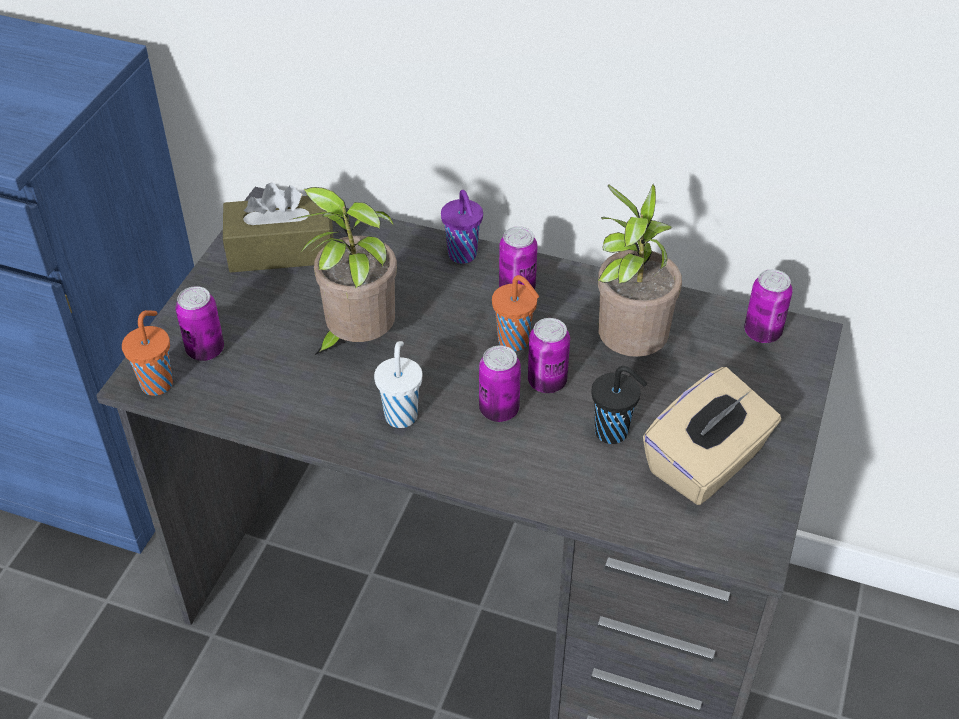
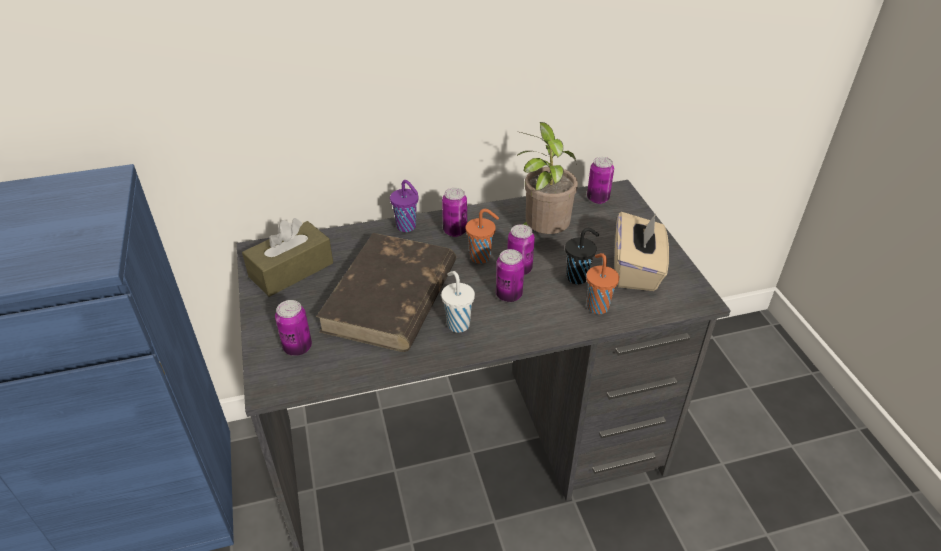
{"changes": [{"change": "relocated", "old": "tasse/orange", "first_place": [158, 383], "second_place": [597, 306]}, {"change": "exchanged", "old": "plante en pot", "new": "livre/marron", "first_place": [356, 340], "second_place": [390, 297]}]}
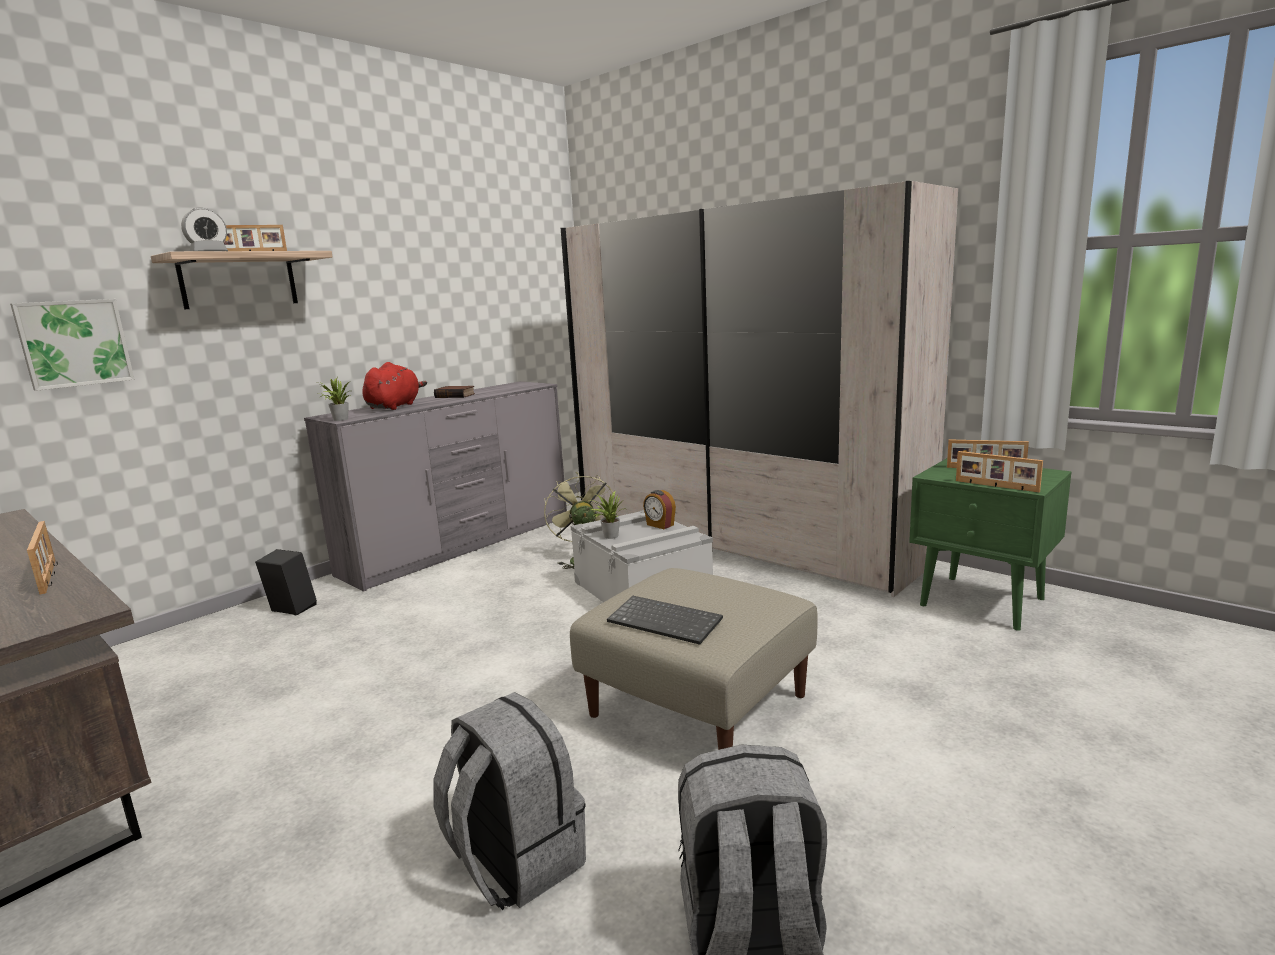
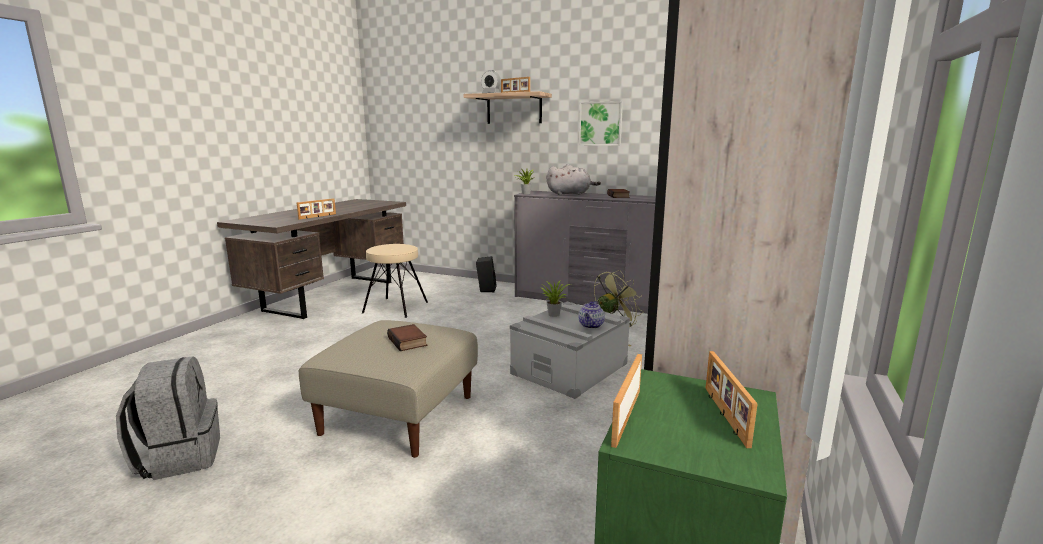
{"changes": [{"change": "relocated", "old": "tableau", "first_place": [74, 343], "second_place": [600, 124]}, {"change": "colour", "old": "peluche/rouge", "new": "peluche/gris", "first_place": [395, 406], "second_place": [570, 194]}, {"change": "missing", "old": "sac à dos/gris", "first_place": [514, 861]}, {"change": "missing", "old": "clavier", "first_place": [666, 621]}, {"change": "exchanged", "old": "réveil", "new": "théière", "first_place": [659, 525], "second_place": [591, 326]}, {"change": "appeared", "new": "tabouret/beige", "second_place": [396, 307]}, {"change": "appeared", "new": "livre", "second_place": [409, 341]}]}
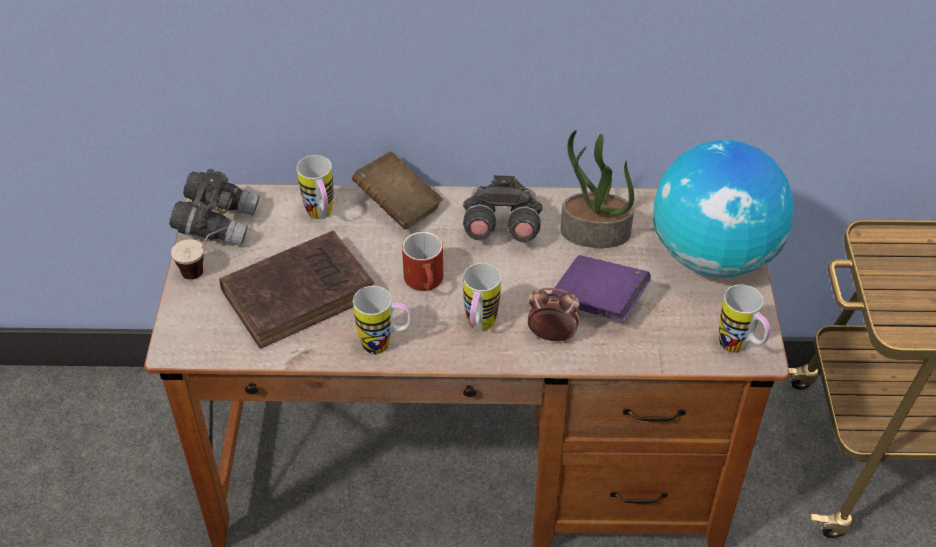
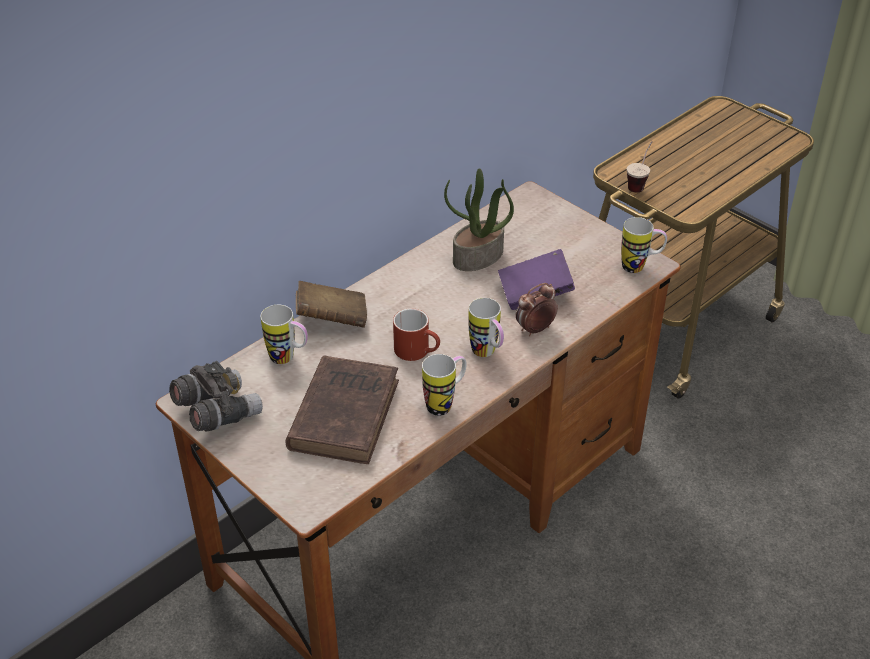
{"changes": [{"change": "relocated", "old": "tasse", "first_place": [205, 270], "second_place": [639, 183]}, {"change": "missing", "old": "jumelles/gris", "first_place": [501, 228]}, {"change": "missing", "old": "globe", "first_place": [712, 257]}]}
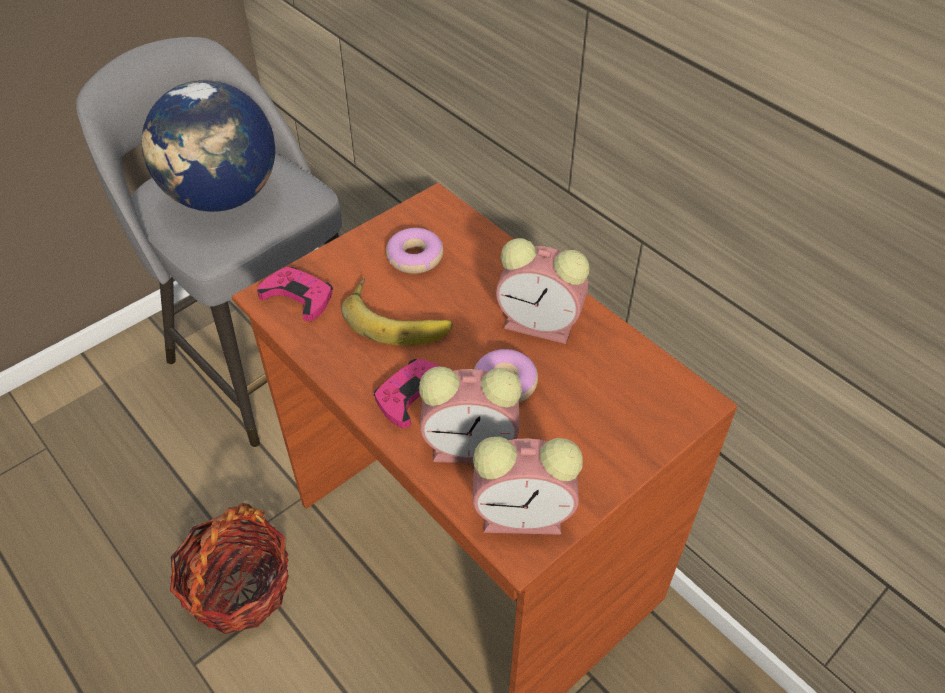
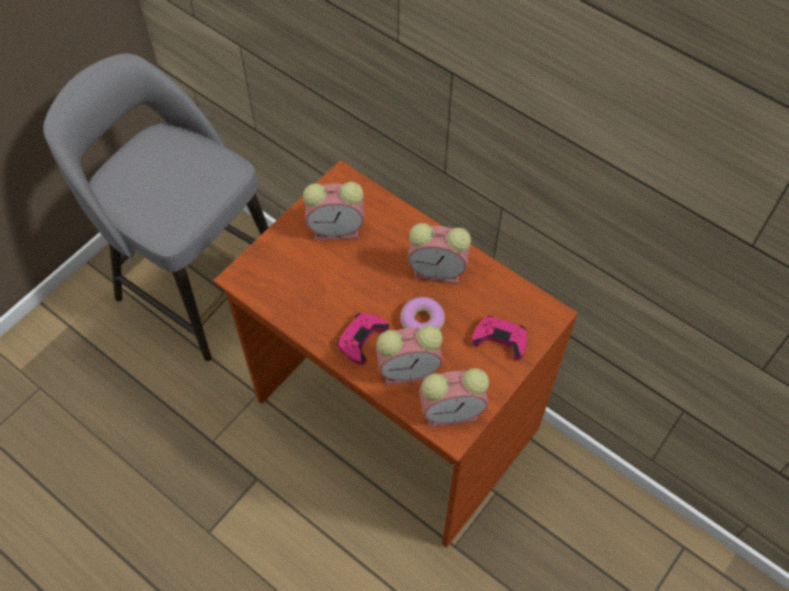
{"changes": [{"change": "missing", "old": "globe", "first_place": [223, 197]}, {"change": "missing", "old": "panier", "first_place": [239, 587]}, {"change": "relocated", "old": "manette/rose", "first_place": [298, 297], "second_place": [500, 339]}, {"change": "missing", "old": "banane", "first_place": [398, 317]}, {"change": "exchanged", "old": "beignet", "new": "réveil", "first_place": [414, 257], "second_place": [338, 229]}]}
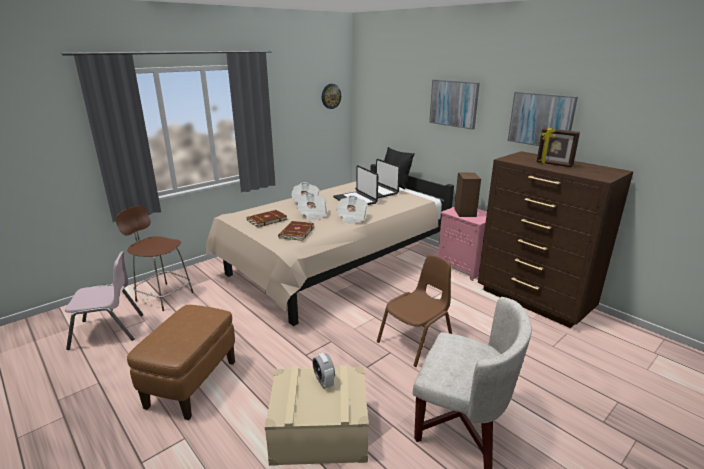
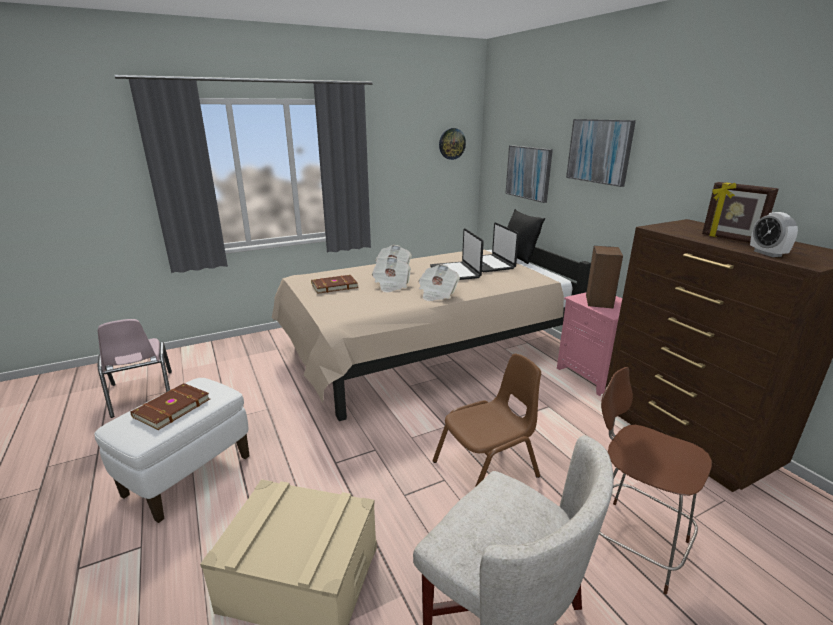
{"changes": [{"change": "spun", "old": "chaise/rose", "first_place": [108, 331], "second_place": [142, 394], "degrees": 60}, {"change": "relocated", "old": "chaise/marron", "first_place": [163, 296], "second_place": [633, 541]}, {"change": "colour", "old": "pouf/marron", "new": "pouf/blanc", "first_place": [192, 384], "second_place": [189, 475]}, {"change": "relocated", "old": "livre/marron", "first_place": [296, 232], "second_place": [171, 408]}, {"change": "relocated", "old": "réveil", "first_place": [324, 382], "second_place": [767, 253]}, {"change": "relocated", "old": "tableau", "first_place": [541, 120], "second_place": [528, 173]}]}
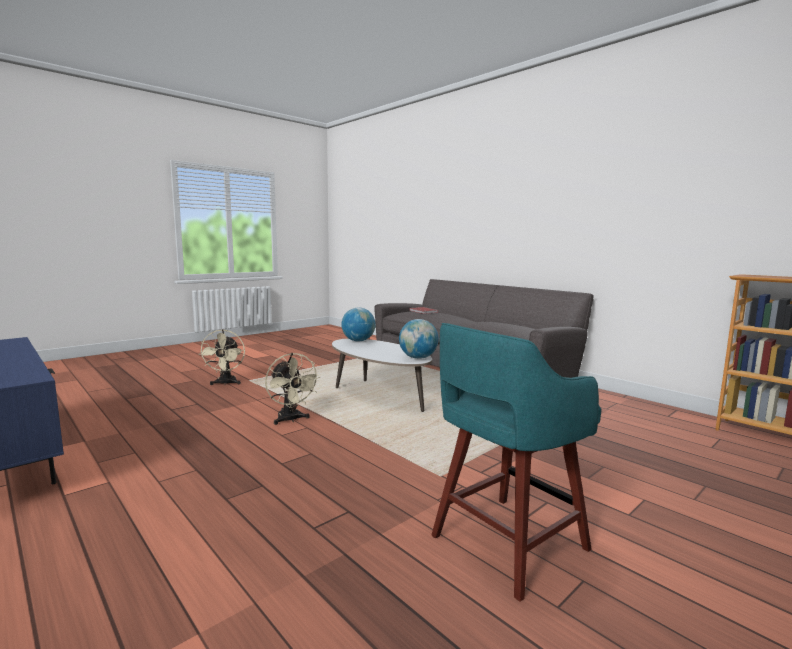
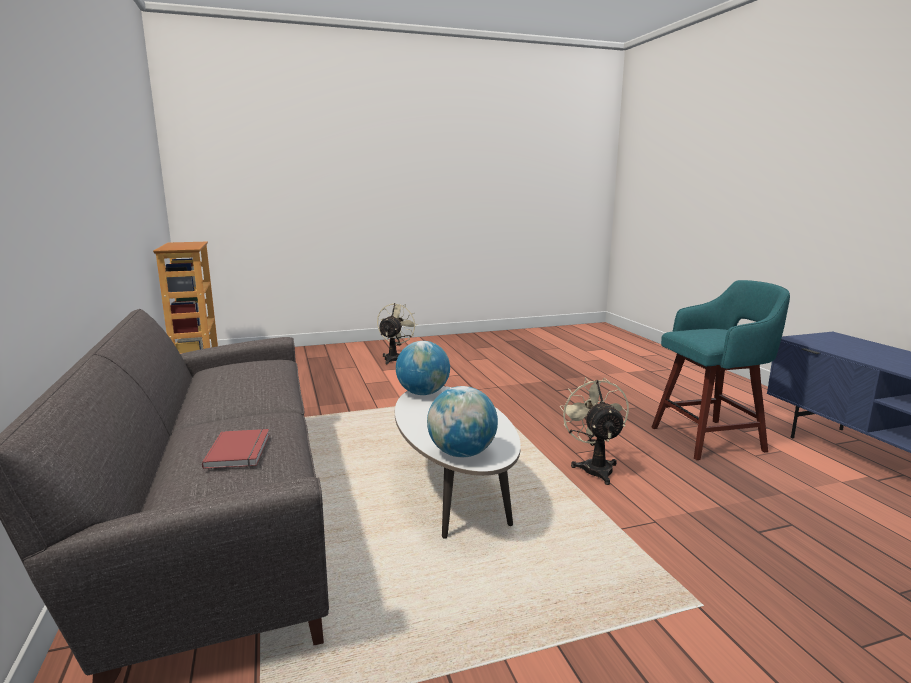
{"changes": [{"change": "relocated", "old": "ventilateur/beige", "first_place": [225, 383], "second_place": [395, 358]}, {"change": "relocated", "old": "tabouret/turquoise", "first_place": [505, 544], "second_place": [710, 439]}]}
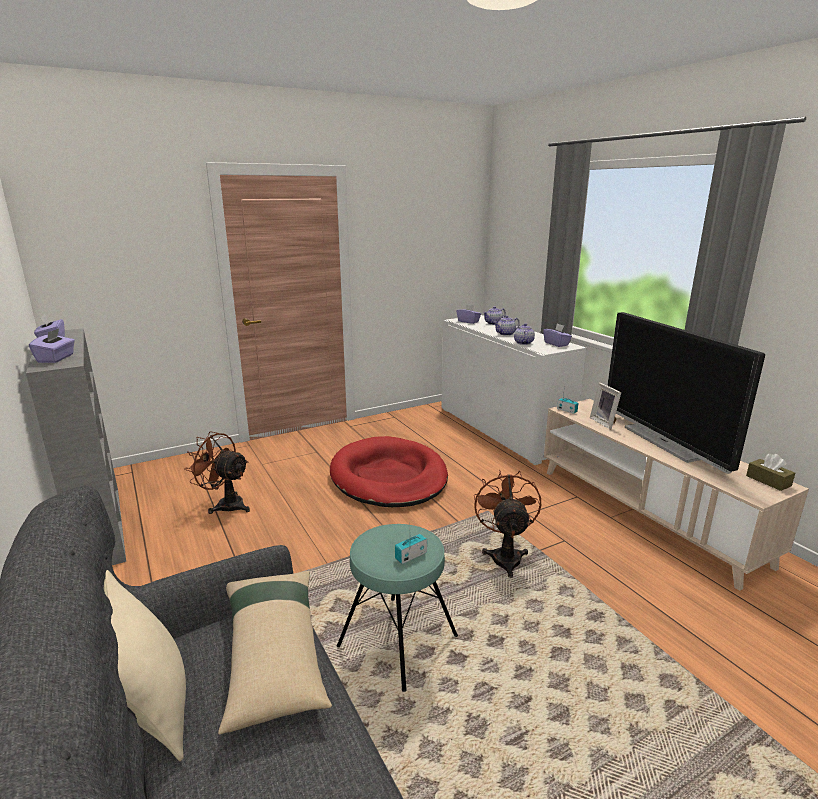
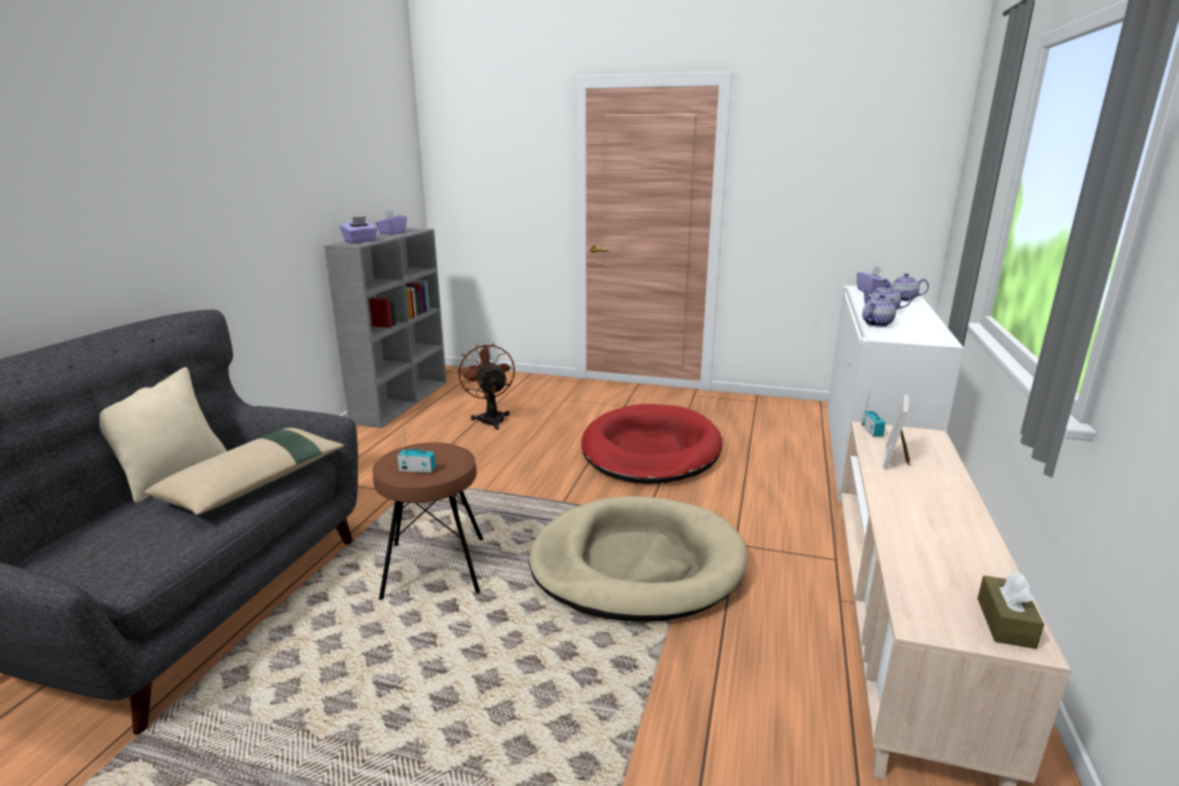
{"changes": [{"change": "colour", "old": "tabouret/turquoise", "new": "tabouret/marron", "first_place": [397, 641], "second_place": [434, 568]}, {"change": "exchanged", "old": "ventilateur/marron", "new": "panier pour chien/beige", "first_place": [505, 555], "second_place": [636, 564]}, {"change": "missing", "old": "boîte à mouchoirs/violet", "first_place": [556, 344]}, {"change": "missing", "old": "téléviseur", "first_place": [664, 442]}]}
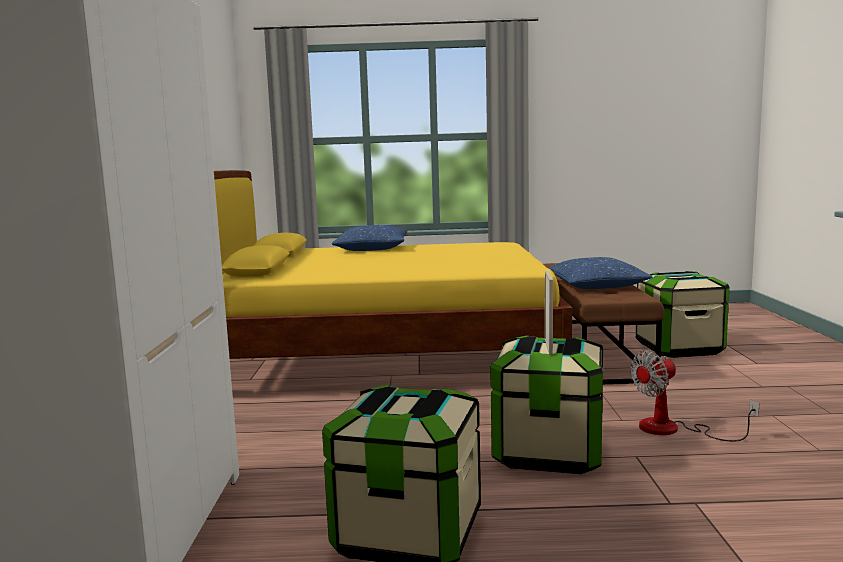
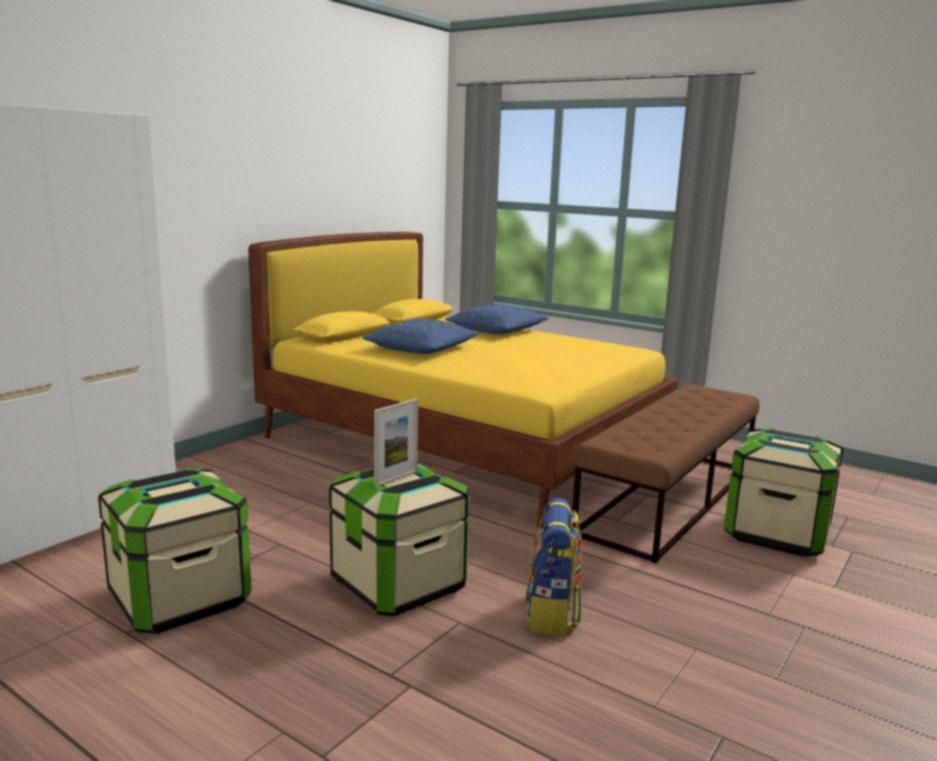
{"changes": [{"change": "relocated", "old": "coussin/bleu", "first_place": [596, 285], "second_place": [421, 349]}, {"change": "exchanged", "old": "ventilateur", "new": "sac à dos", "first_place": [673, 429], "second_place": [552, 615]}]}
